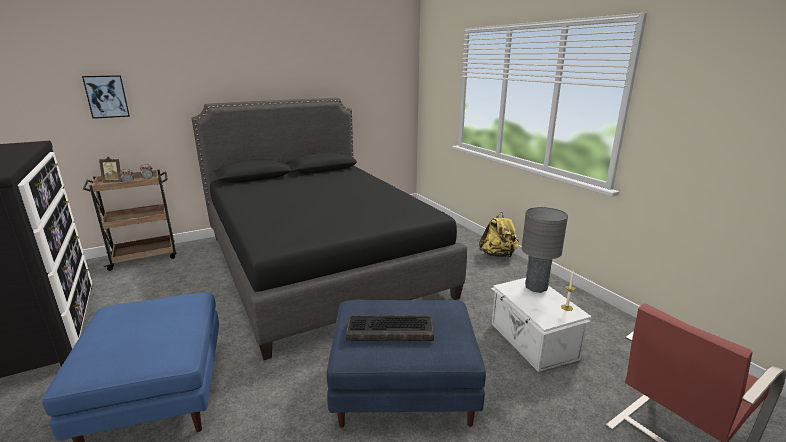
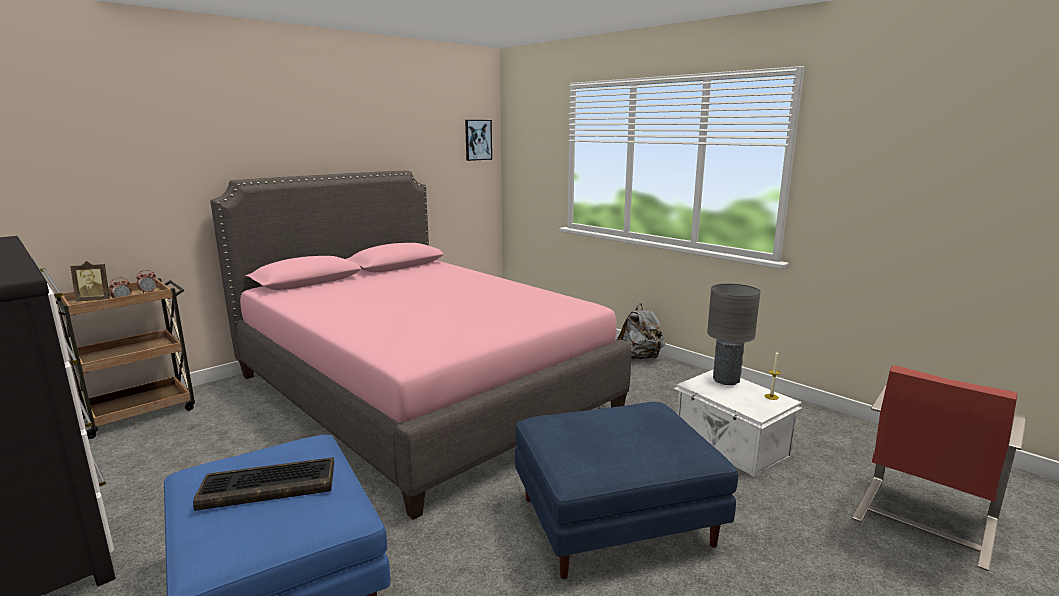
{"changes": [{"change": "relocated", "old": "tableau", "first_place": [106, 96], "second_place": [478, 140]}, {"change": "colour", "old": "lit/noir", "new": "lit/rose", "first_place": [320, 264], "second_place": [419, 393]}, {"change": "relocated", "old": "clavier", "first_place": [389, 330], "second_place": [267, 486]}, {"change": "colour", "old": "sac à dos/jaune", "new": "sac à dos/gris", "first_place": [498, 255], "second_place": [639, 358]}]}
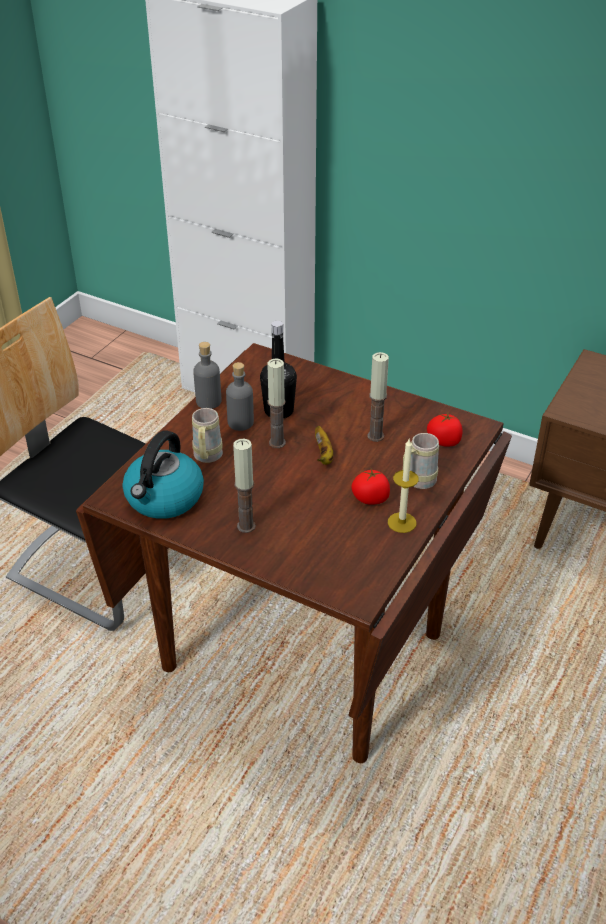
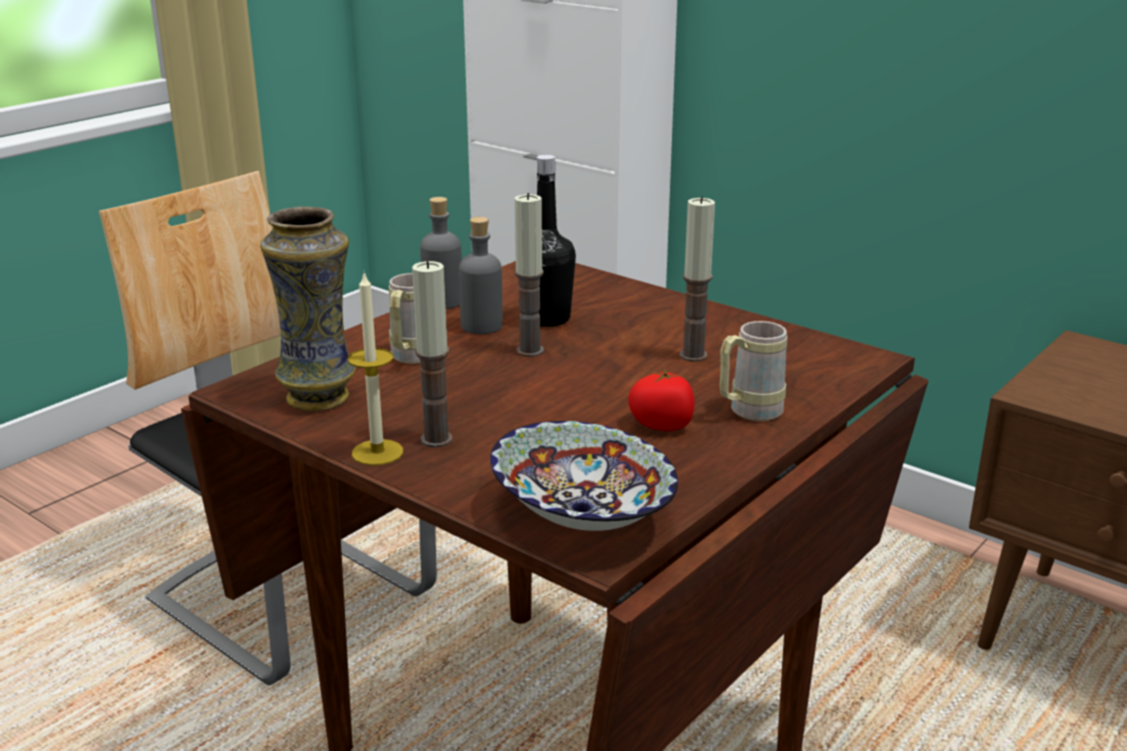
{"changes": [{"change": "exchanged", "old": "bouilloire", "new": "vase", "first_place": [164, 498], "second_place": [319, 397]}, {"change": "missing", "old": "banane", "first_place": [324, 455]}, {"change": "relocated", "old": "bougie", "first_place": [402, 522], "second_place": [377, 452]}, {"change": "missing", "old": "tomate", "first_place": [444, 441]}, {"change": "appeared", "new": "bol", "second_place": [580, 517]}]}
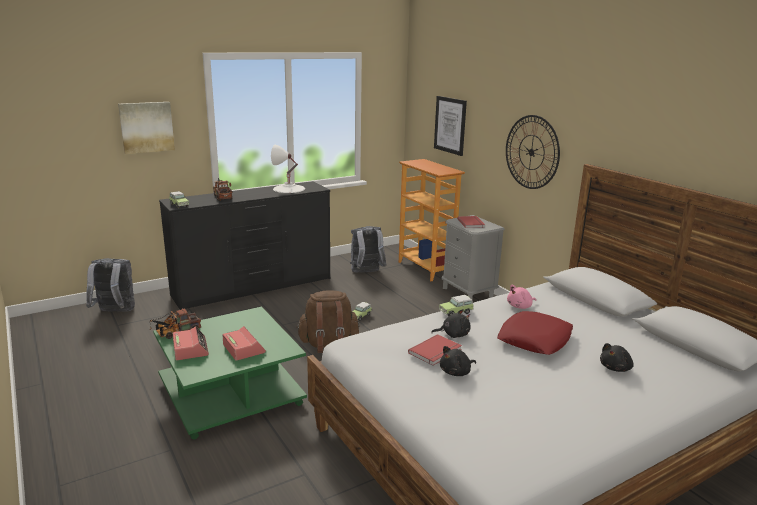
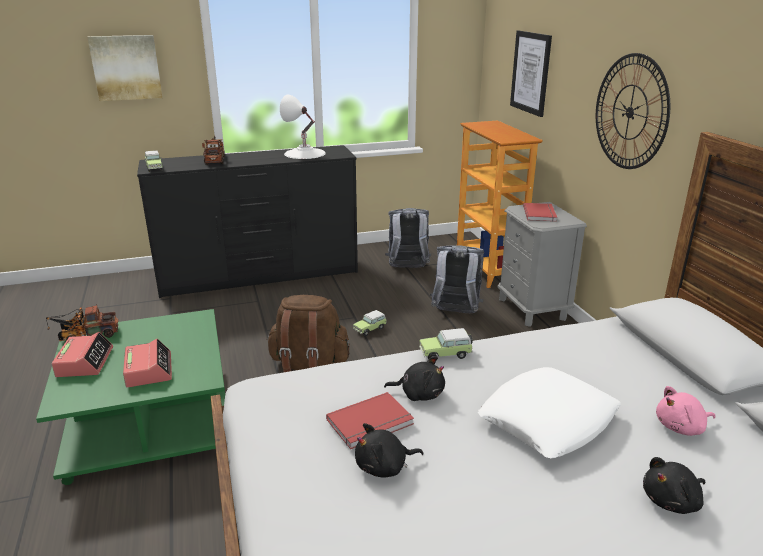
{"changes": [{"change": "relocated", "old": "sac à dos/gris", "first_place": [115, 312], "second_place": [455, 313]}, {"change": "colour", "old": "coussin/rouge", "new": "coussin/blanc", "first_place": [534, 339], "second_place": [548, 420]}, {"change": "relocated", "old": "peluche/rose", "first_place": [520, 306], "second_place": [681, 427]}]}
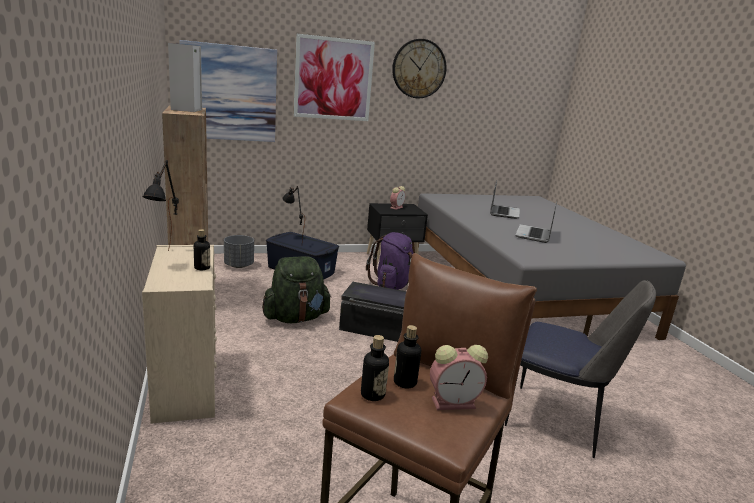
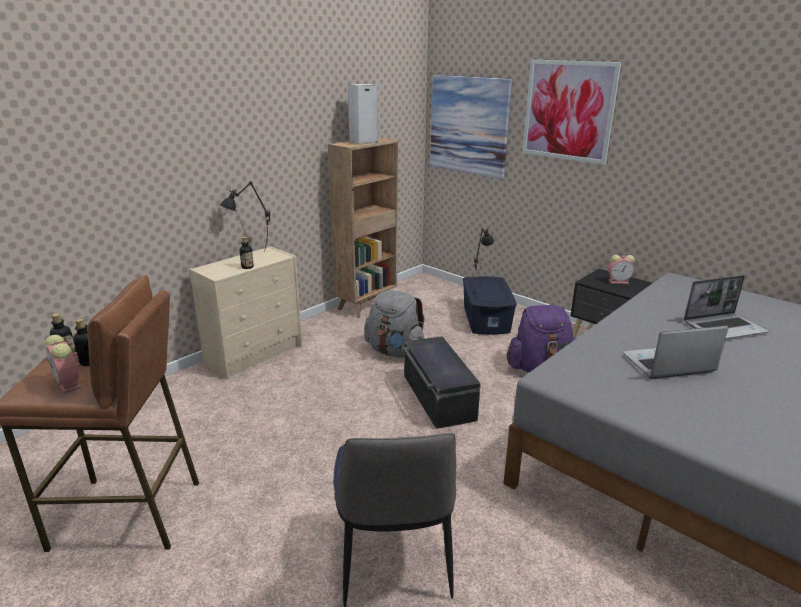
{"changes": [{"change": "missing", "old": "cache-pot/gris", "first_place": [238, 265]}, {"change": "colour", "old": "sac à dos/vert", "new": "sac à dos/gris", "first_place": [296, 318], "second_place": [395, 351]}, {"change": "missing", "old": "horloge murale", "first_place": [419, 69]}]}
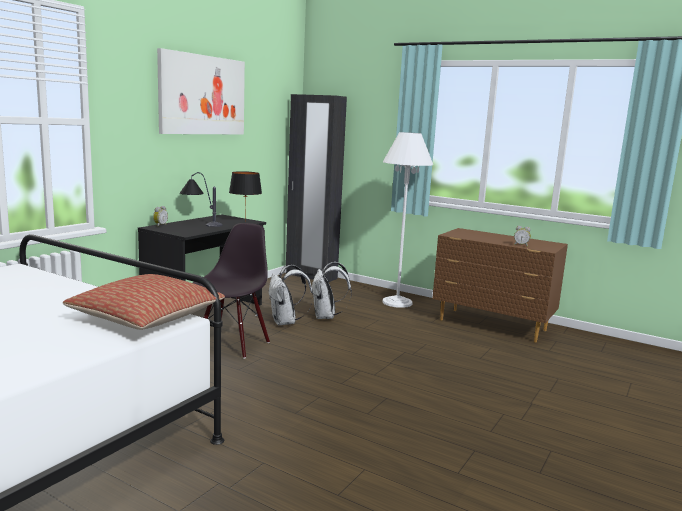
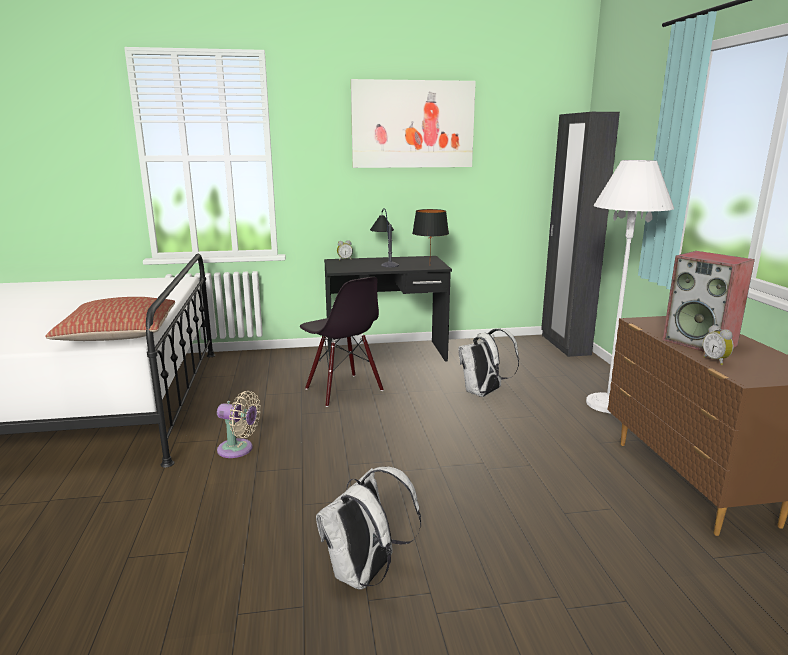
{"changes": [{"change": "spun", "old": "chaise/noir", "first_place": [231, 344], "second_place": [343, 390], "degrees": 75}, {"change": "relocated", "old": "sac à dos/blanc", "first_place": [286, 322], "second_place": [365, 574]}, {"change": "appeared", "new": "ventilateur/beige", "second_place": [238, 449]}, {"change": "appeared", "new": "enceinte", "second_place": [700, 343]}]}
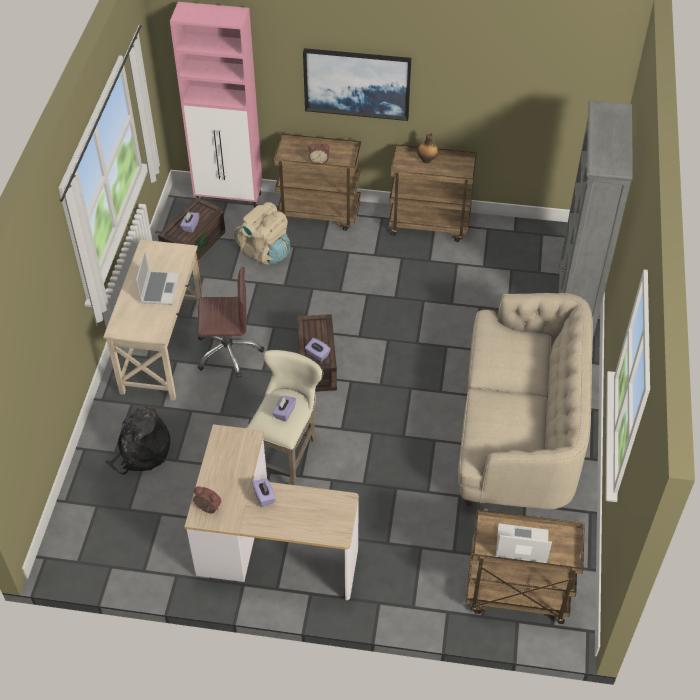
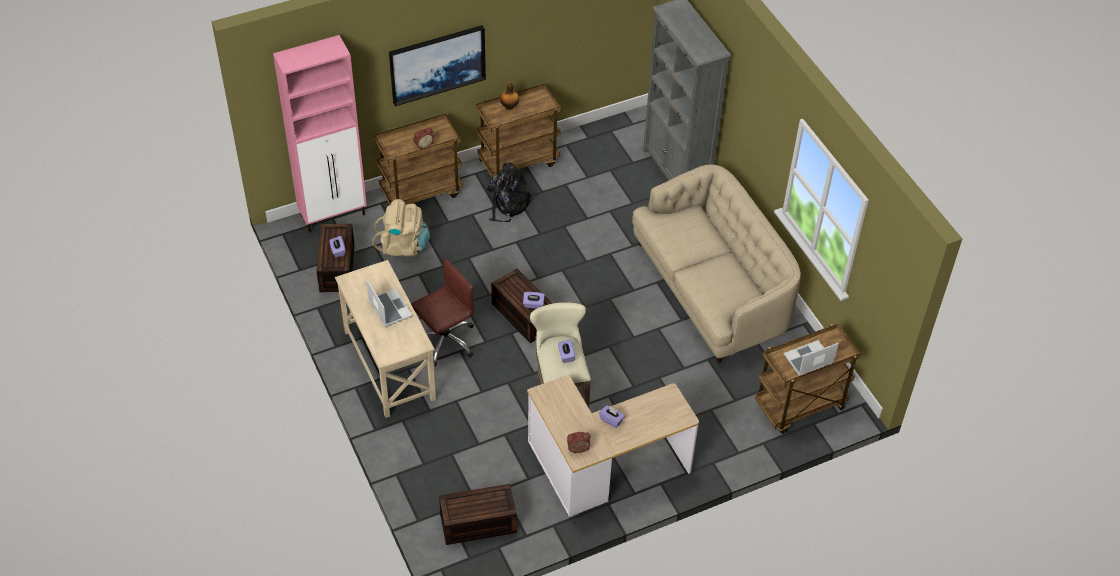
{"changes": [{"change": "relocated", "old": "sac à dos/noir", "first_place": [141, 453], "second_place": [508, 203]}, {"change": "appeared", "new": "boîte de rangement/marron", "second_place": [477, 525]}]}
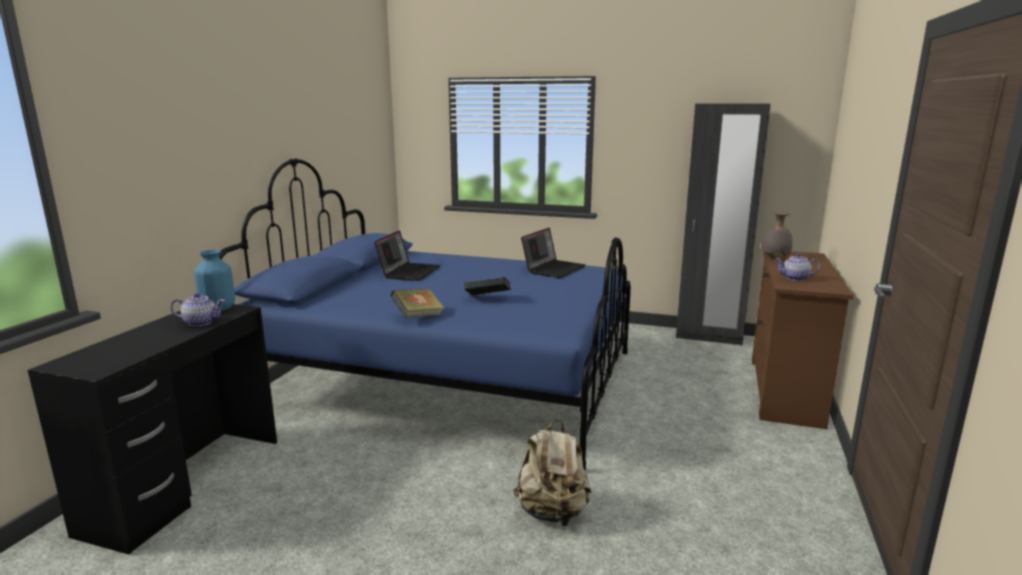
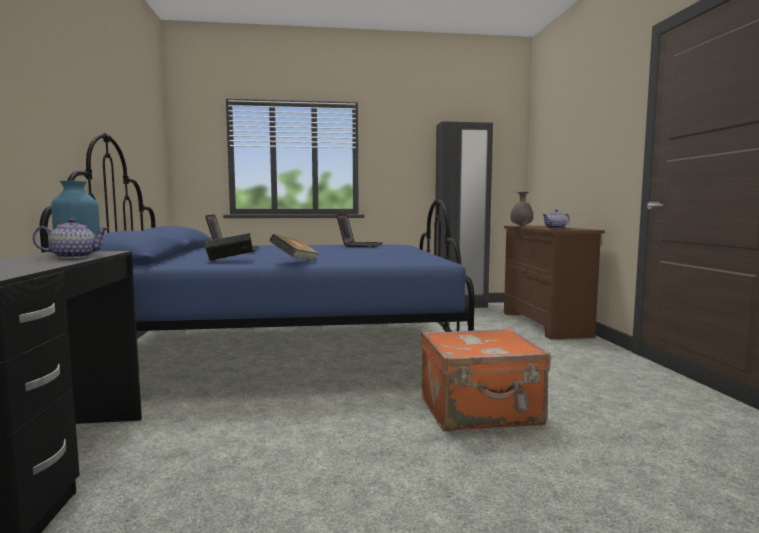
{"changes": [{"change": "relocated", "old": "livre", "first_place": [487, 299], "second_place": [229, 261]}, {"change": "exchanged", "old": "sac à dos/beige", "new": "valise/orange", "first_place": [552, 512], "second_place": [480, 412]}]}
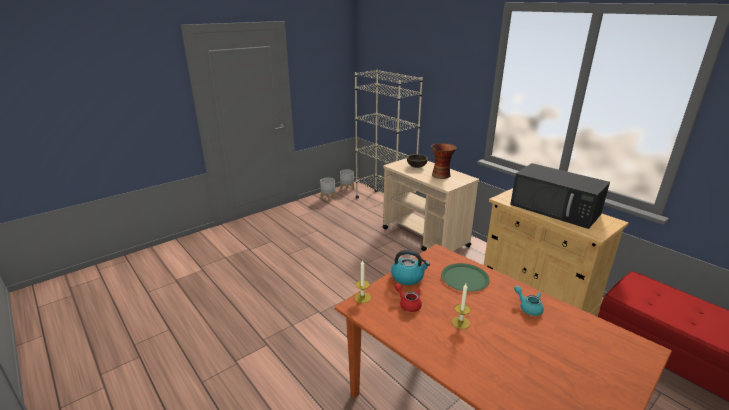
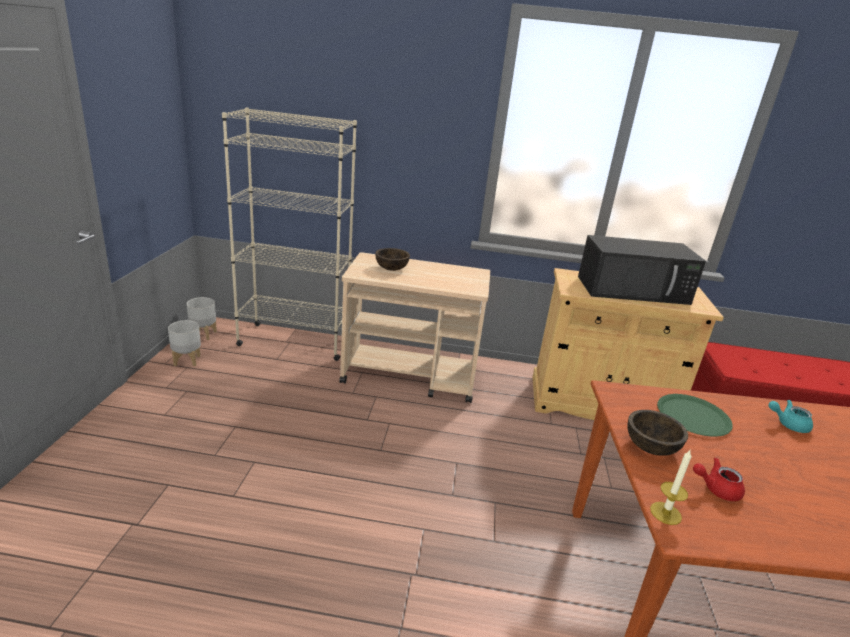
{"changes": [{"change": "exchanged", "old": "bouilloire", "new": "bol/marron", "first_place": [408, 277], "second_place": [650, 447]}, {"change": "missing", "old": "vase", "first_place": [441, 175]}, {"change": "missing", "old": "bougie", "first_place": [460, 322]}]}
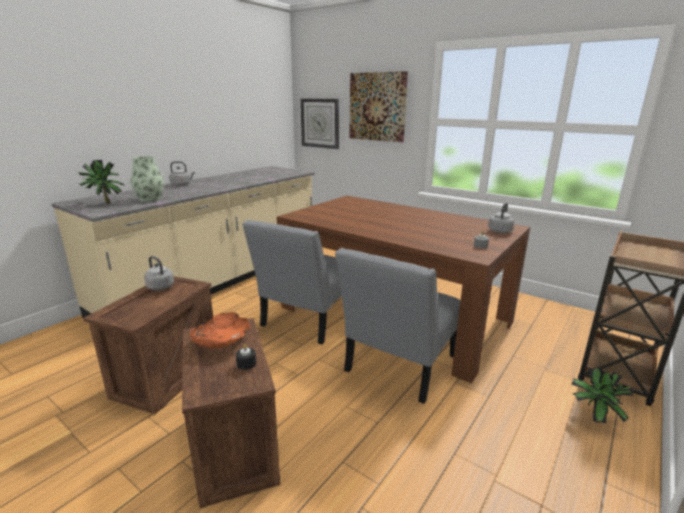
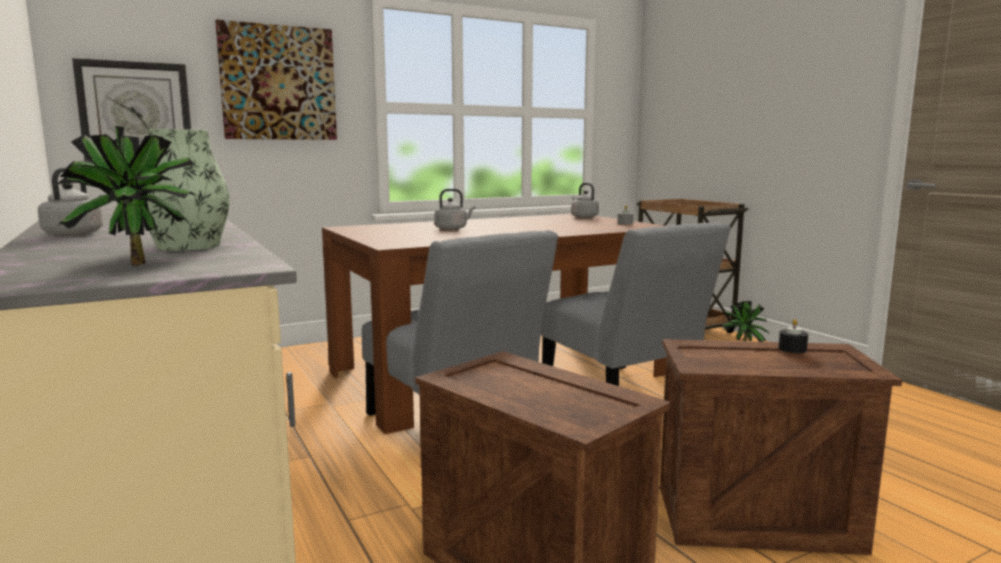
{"changes": [{"change": "relocated", "old": "bouilloire/gris", "first_place": [161, 287], "second_place": [452, 228]}, {"change": "missing", "old": "bol/orange", "first_place": [222, 339]}]}
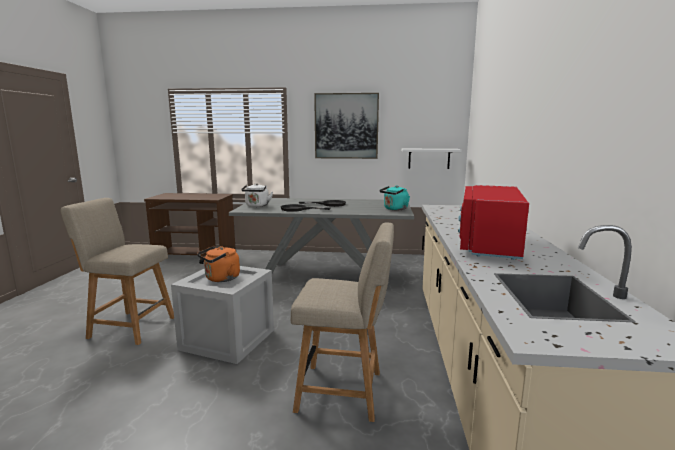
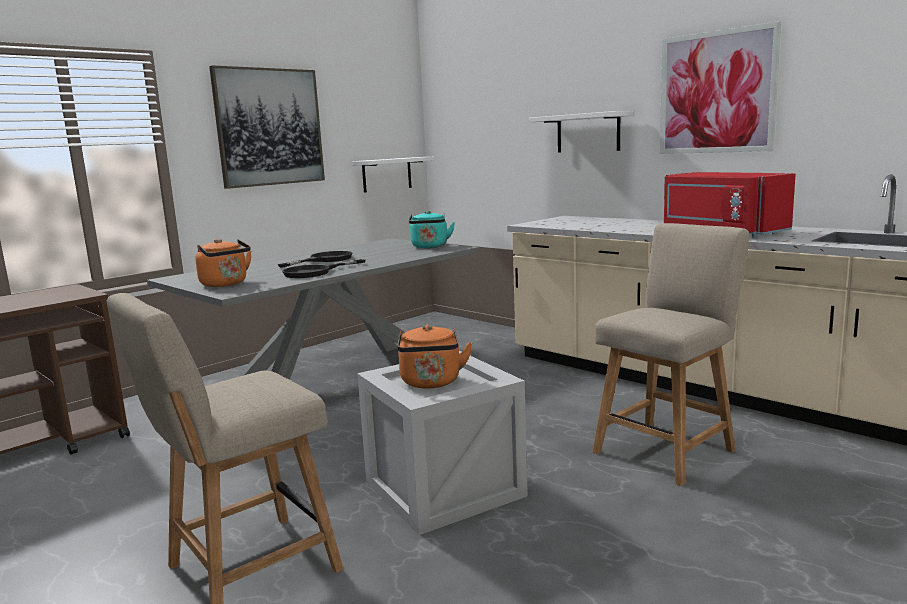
{"changes": [{"change": "colour", "old": "bouilloire/blanc", "new": "bouilloire/orange", "first_place": [257, 206], "second_place": [226, 284]}, {"change": "appeared", "new": "étagère/blanc", "second_place": [588, 133]}, {"change": "appeared", "new": "tableau", "second_place": [716, 92]}]}
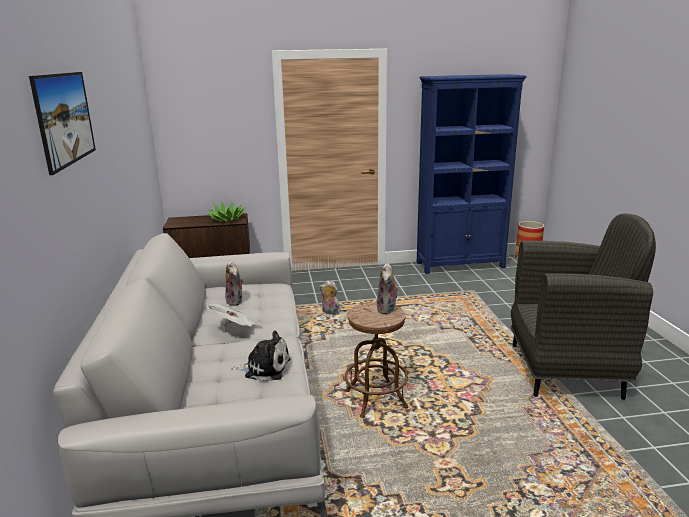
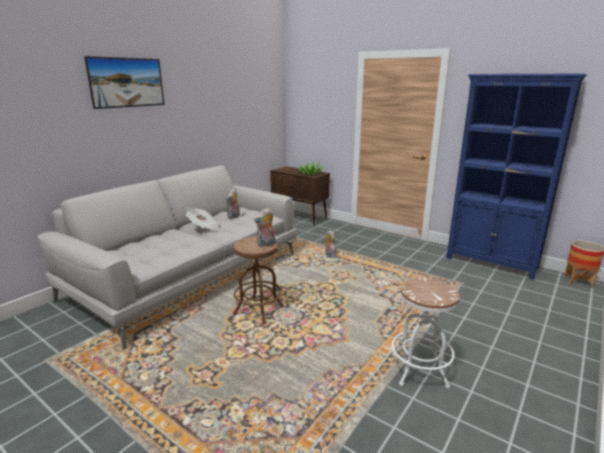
{"changes": [{"change": "missing", "old": "peluche", "first_place": [265, 368]}, {"change": "exchanged", "old": "fauteuil/gris", "new": "tabouret/blanc", "first_place": [566, 370], "second_place": [419, 370]}]}
